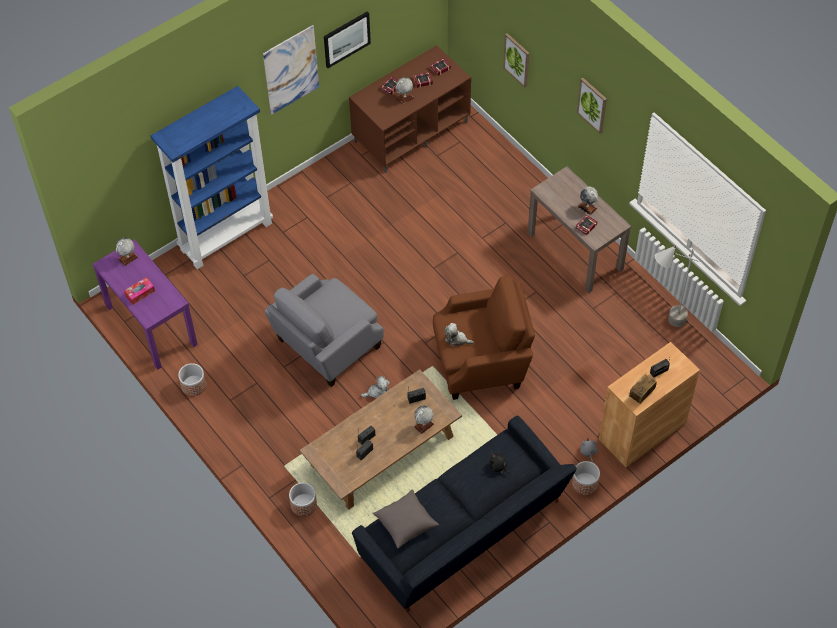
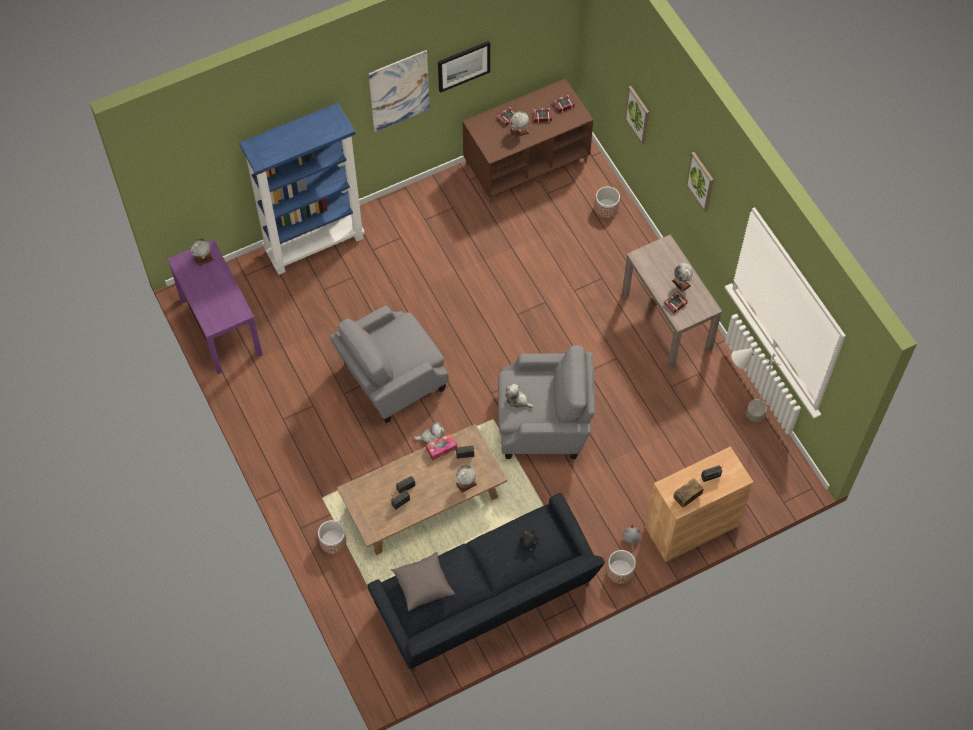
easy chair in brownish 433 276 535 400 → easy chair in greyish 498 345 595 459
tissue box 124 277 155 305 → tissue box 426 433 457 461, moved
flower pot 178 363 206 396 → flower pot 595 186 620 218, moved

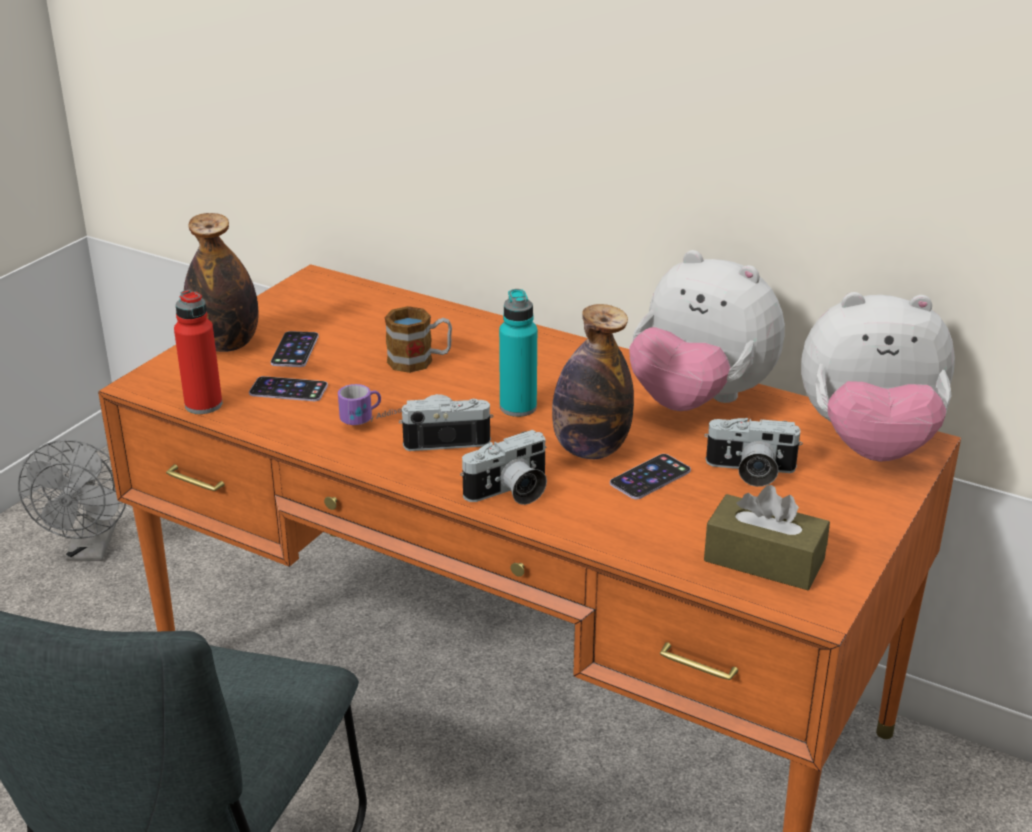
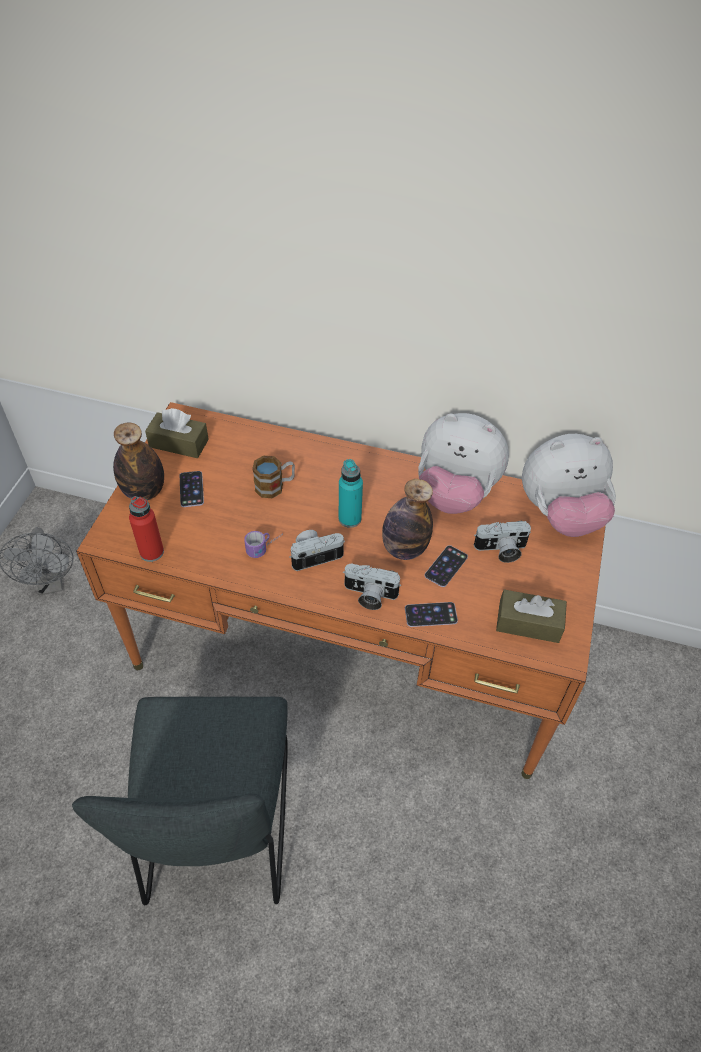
telephone 249 376 328 401 → telephone 405 602 458 627, moved
photo camera 460 430 547 505 → photo camera 343 563 402 610, 60 degrees clockwise
- → tissue box in brownish 145 408 209 458

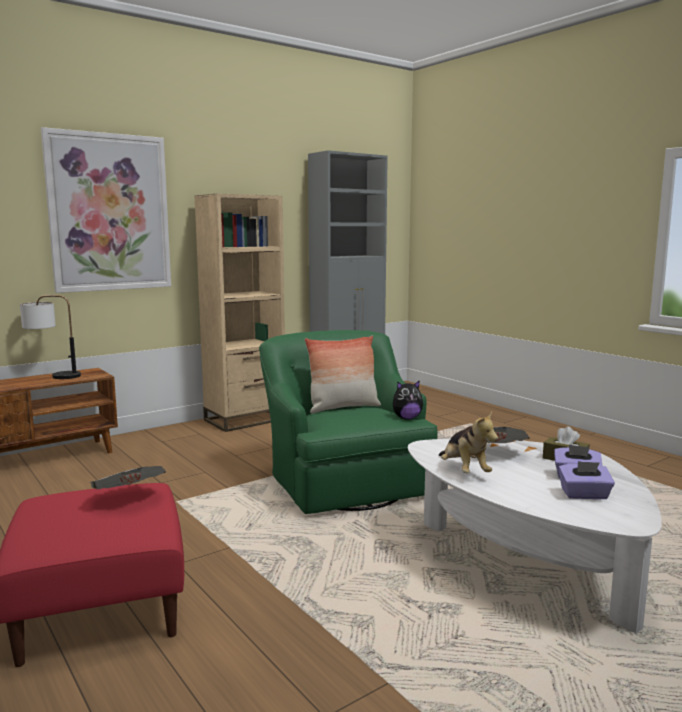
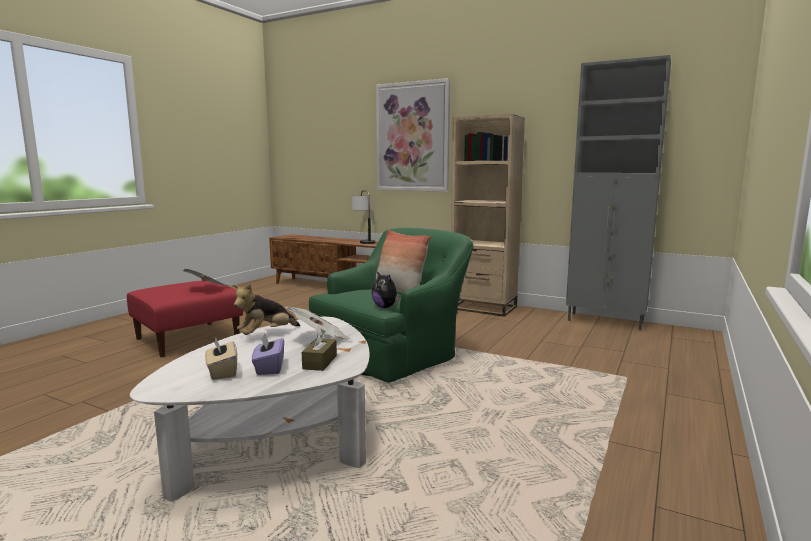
tissue box in purple-coloured 558 461 615 499 → tissue box in beige 205 336 237 380

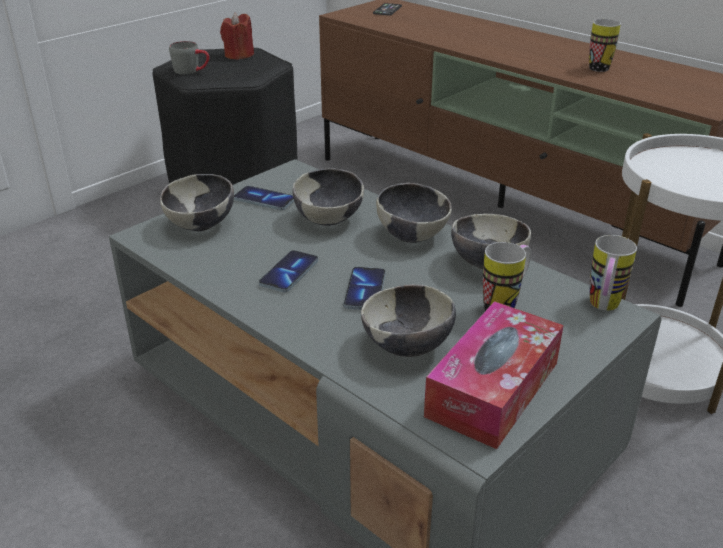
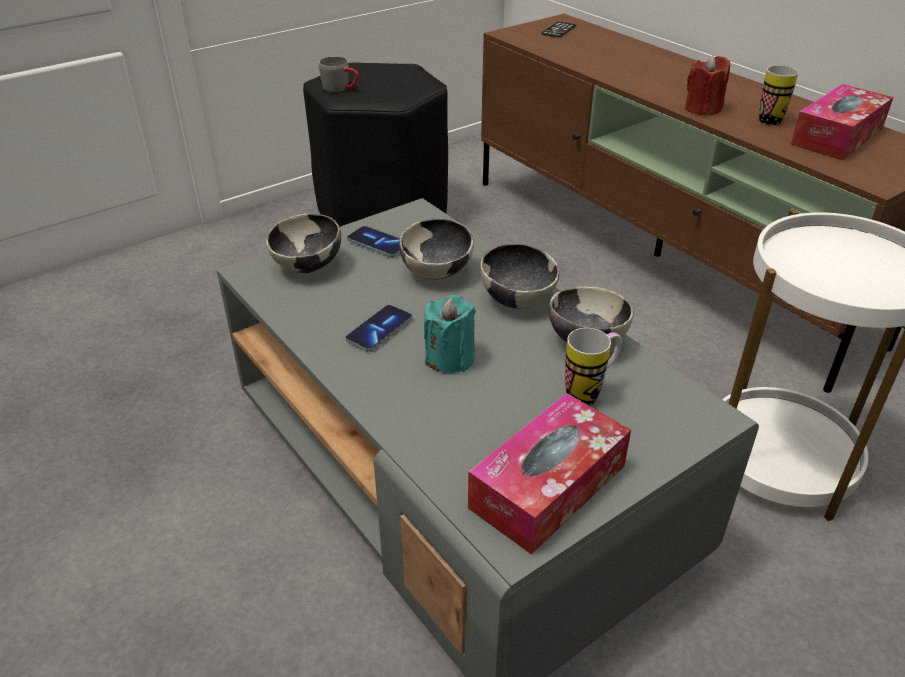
wax light in red 220 13 254 60 → wax light in red 685 55 730 116, moved
tea mug 590 235 637 311 → -
telephone 344 267 386 310 → wax light in blue-green 424 295 476 373
serving bowl 361 284 456 357 → -
- → tissue box 791 84 893 161

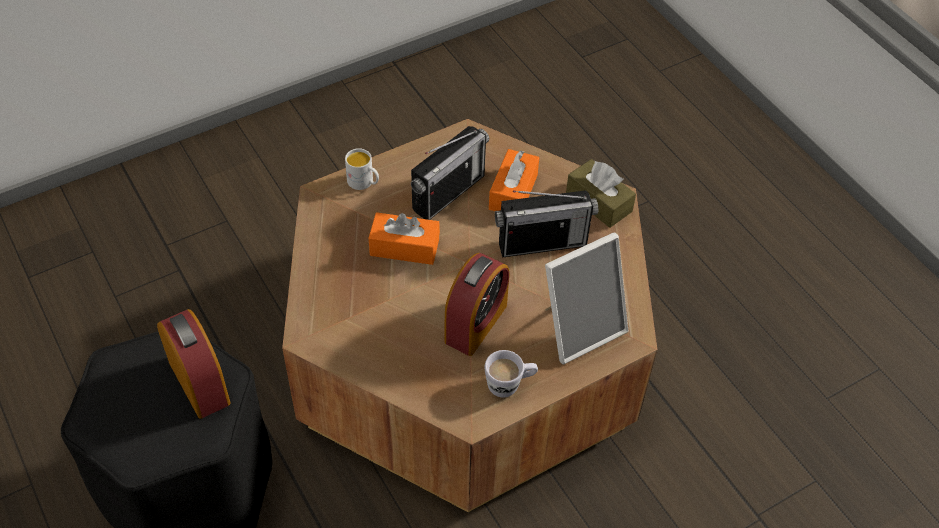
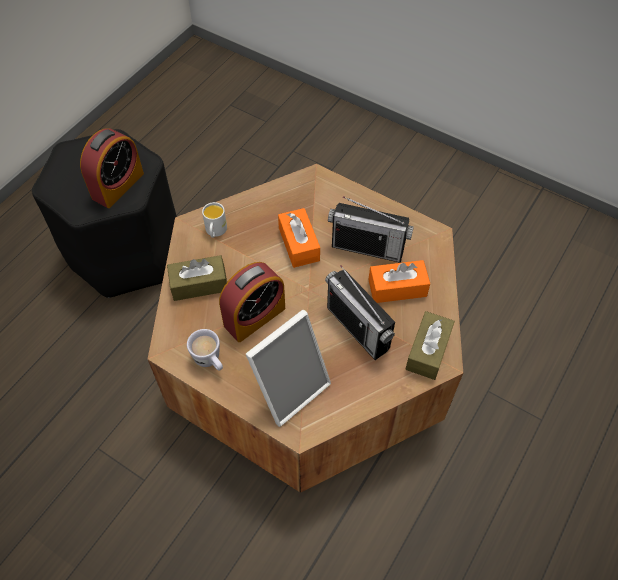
tea mug in whitish 345 148 379 190 → tea mug in whitish 202 202 227 238, moved
picture frame 545 232 628 364 → picture frame 246 310 331 427, 75 degrees counterclockwise
table clock 444 253 509 356 → table clock 219 262 285 342, 45 degrees counterclockwise
- → tissue box in brownish 167 255 227 301

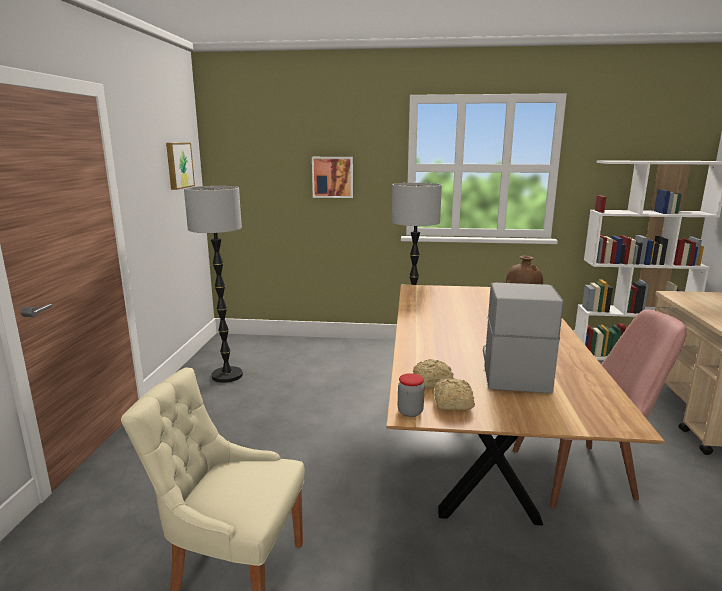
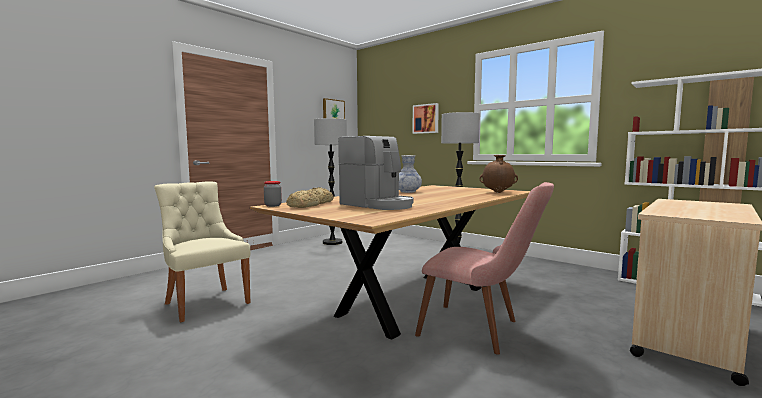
coffee brewer 483 283 563 393 → coffee brewer 338 136 414 210, 90 degrees clockwise
- → decorative vase 399 155 422 193

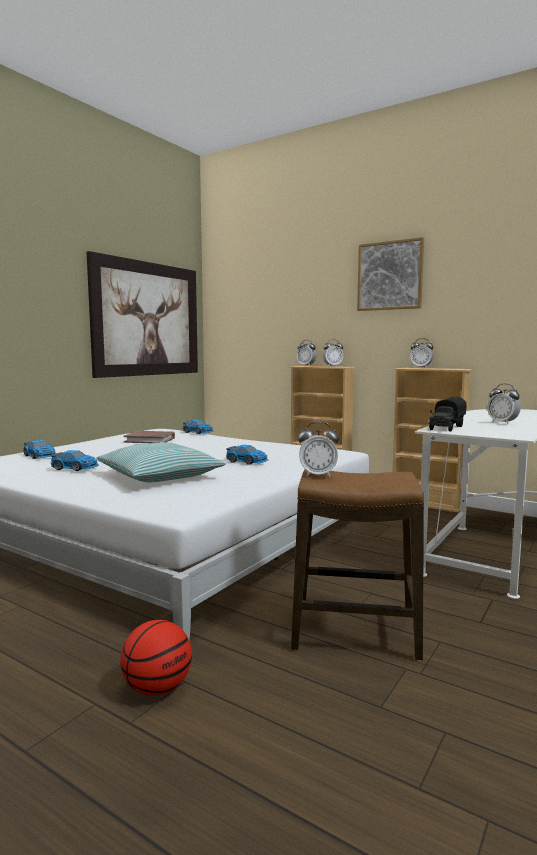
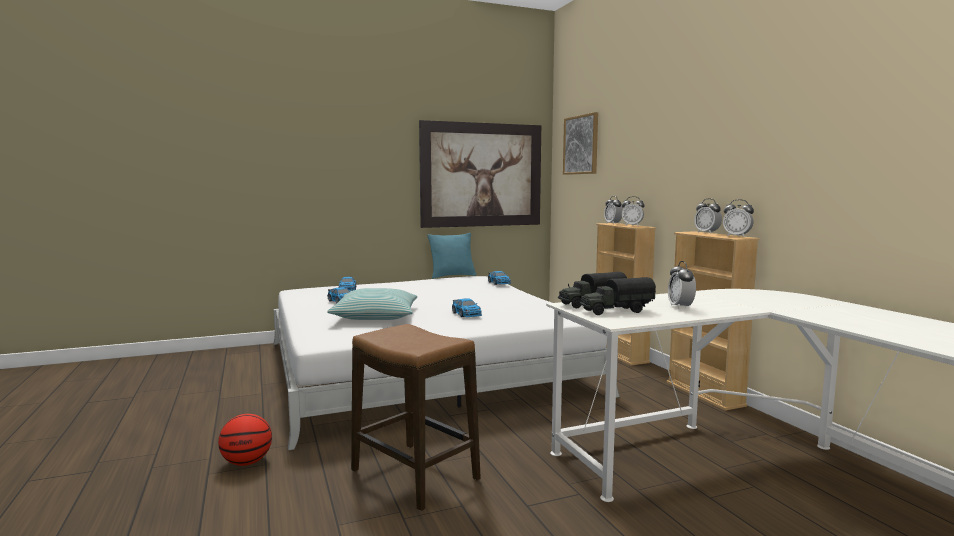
wall art 357 237 424 311 → wall art 563 112 598 175, moved
table clock 298 422 339 477 → table clock 723 199 754 237, moved
volume in brownish 124 431 175 443 → -
- → pillow in blue-green 428 233 476 279
- → model truck 580 277 656 315

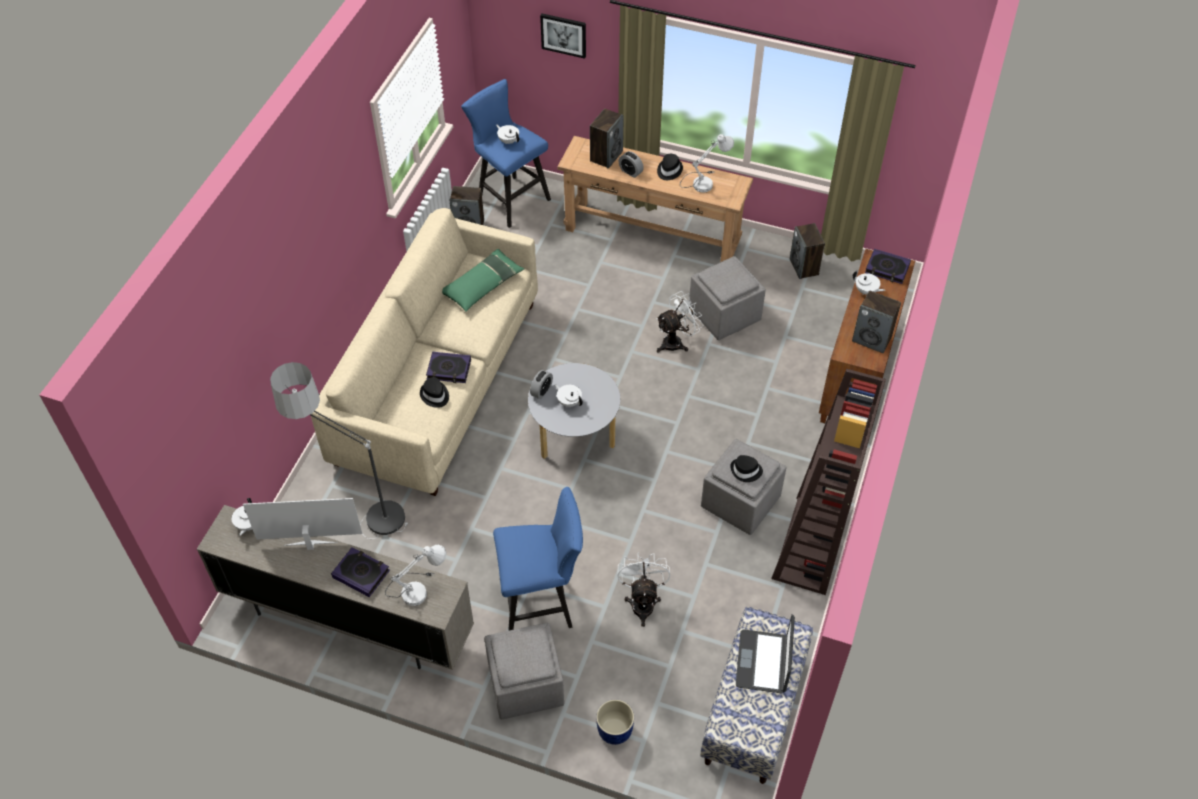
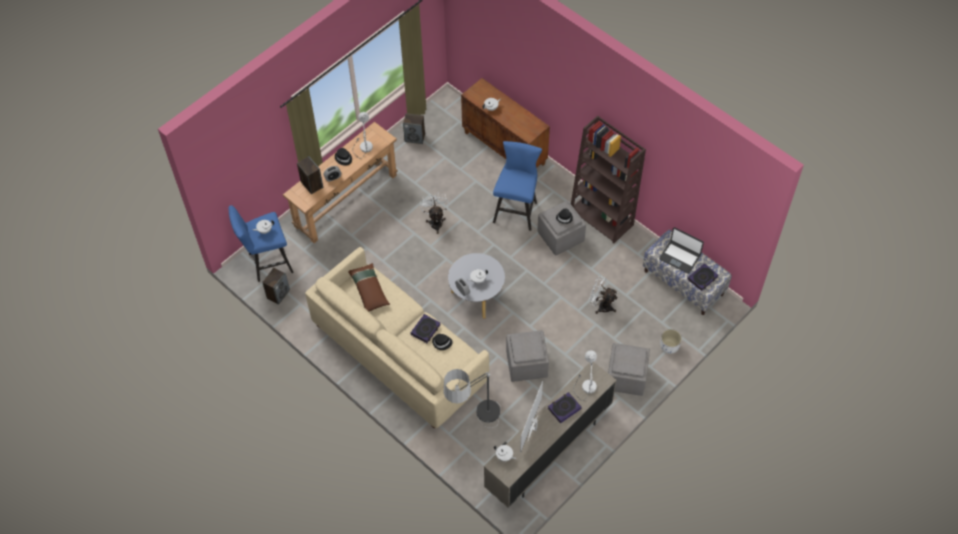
wall art 540 13 586 59 → -
pillow in green 442 249 525 312 → pillow in brownish 348 263 390 312
volume 865 249 911 284 → volume 687 263 718 291, moved
pouffe in greyish 689 256 766 340 → pouffe in greyish 506 330 549 382, moved
audio speaker 852 291 901 353 → -
sitting stool in blue-coloured 493 487 583 631 → sitting stool in blue-coloured 493 141 542 231, moved
flower pot in blue-coloured 596 700 634 745 → flower pot in whitish 660 329 682 354

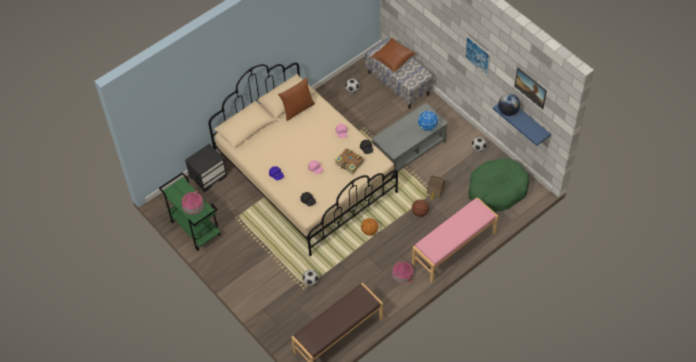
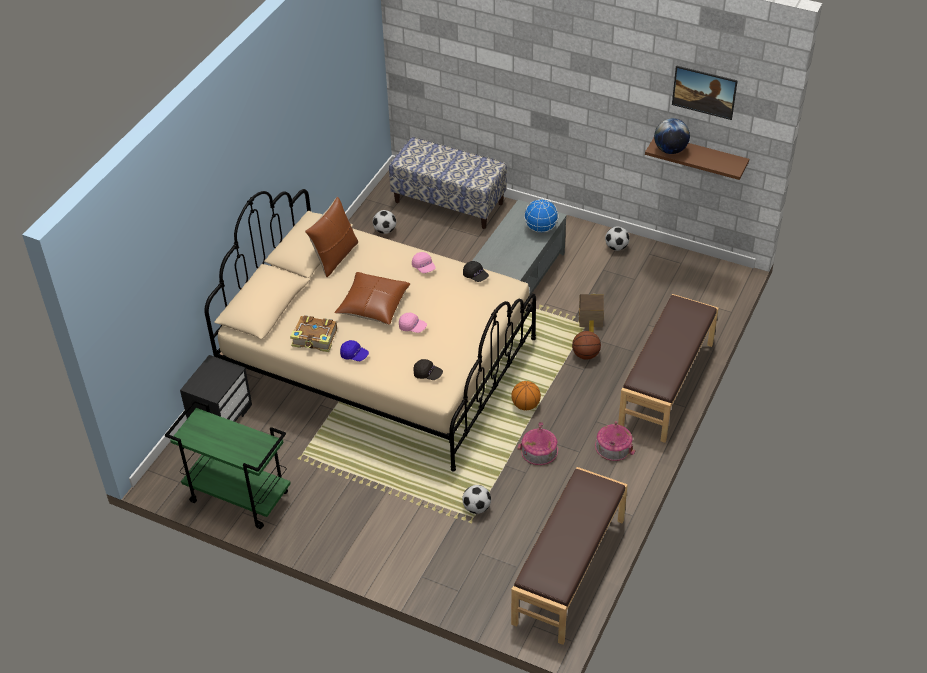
wall art 465 36 491 77 → -
pillow in brownish 370 38 416 73 → pillow in brownish 334 272 410 325, moved
shelf in blue-coloured 493 104 551 146 → shelf in brownish 645 138 749 180
volume 335 148 364 175 → volume 290 315 337 352, moved
pet bed in green 468 158 529 212 → -
toy house 182 190 204 214 → toy house 517 422 558 465, moved
indoor bench in pink-coloured 412 197 498 283 → indoor bench in brownish 618 294 719 443

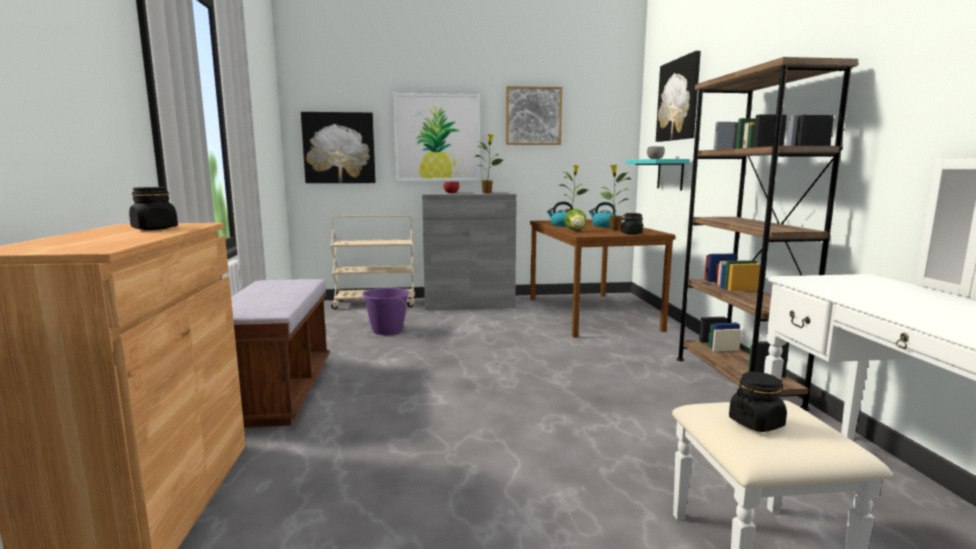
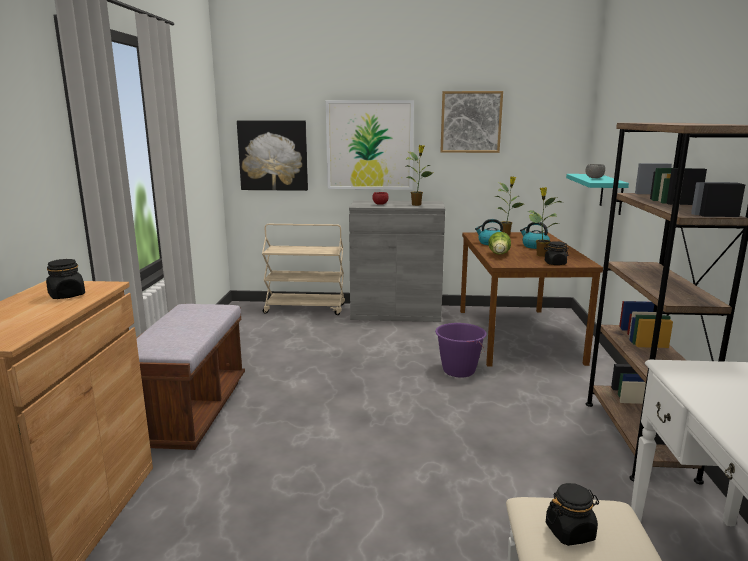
wall art 656 51 701 142 → -
water bucket in purple-coloured 362 288 410 335 → water bucket in purple-coloured 435 323 487 378, moved

